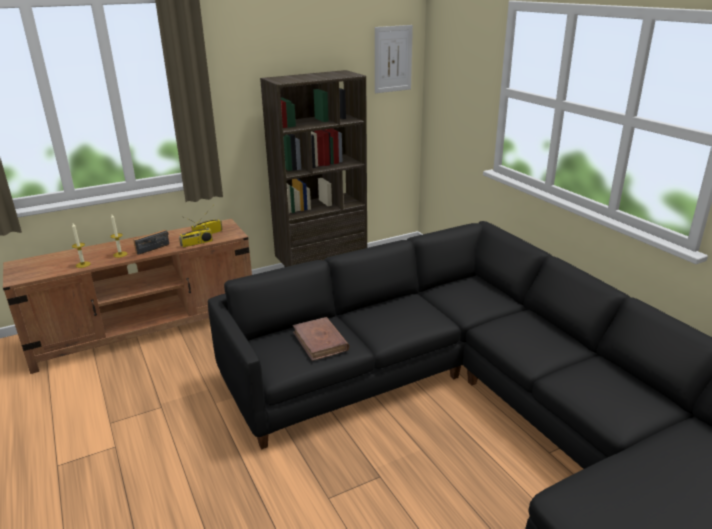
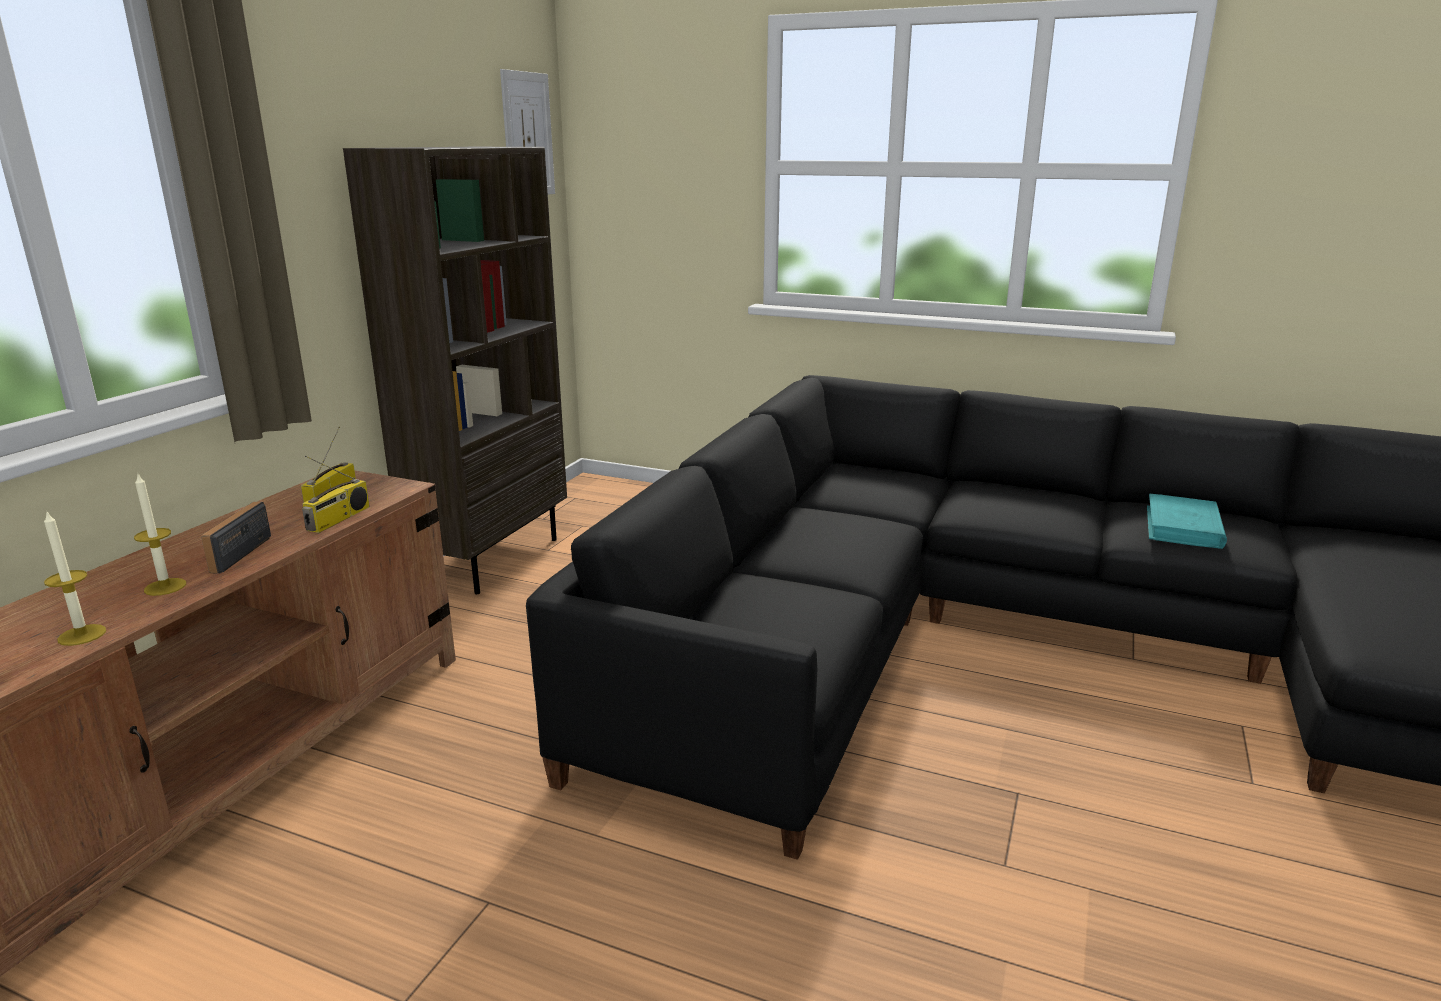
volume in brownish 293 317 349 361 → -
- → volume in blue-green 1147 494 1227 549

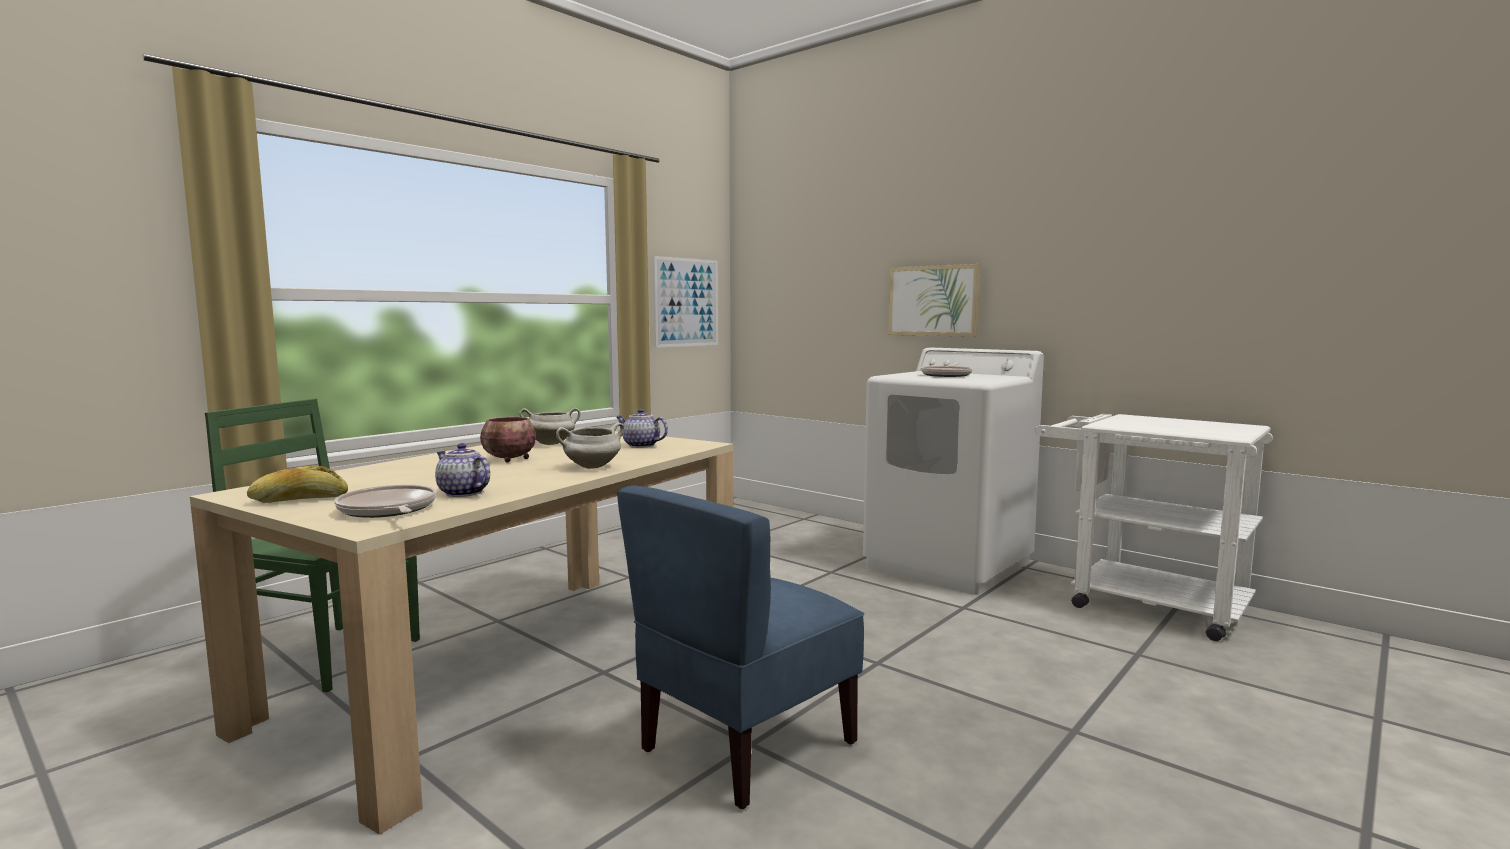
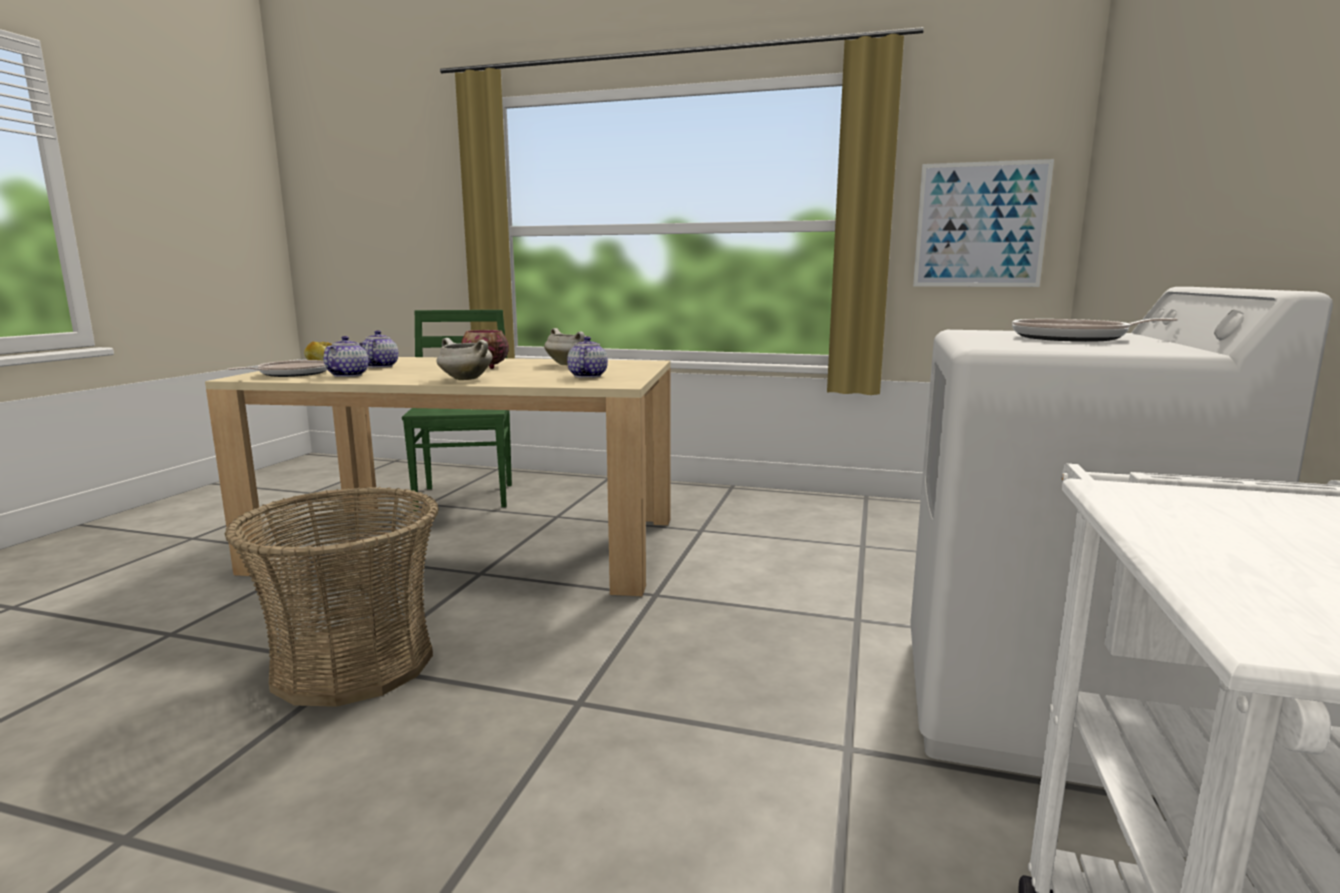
wall art 888 264 981 337 → -
upright chair in blue-coloured 617 485 864 809 → storage basket 224 487 439 707
- → teapot 362 330 398 368

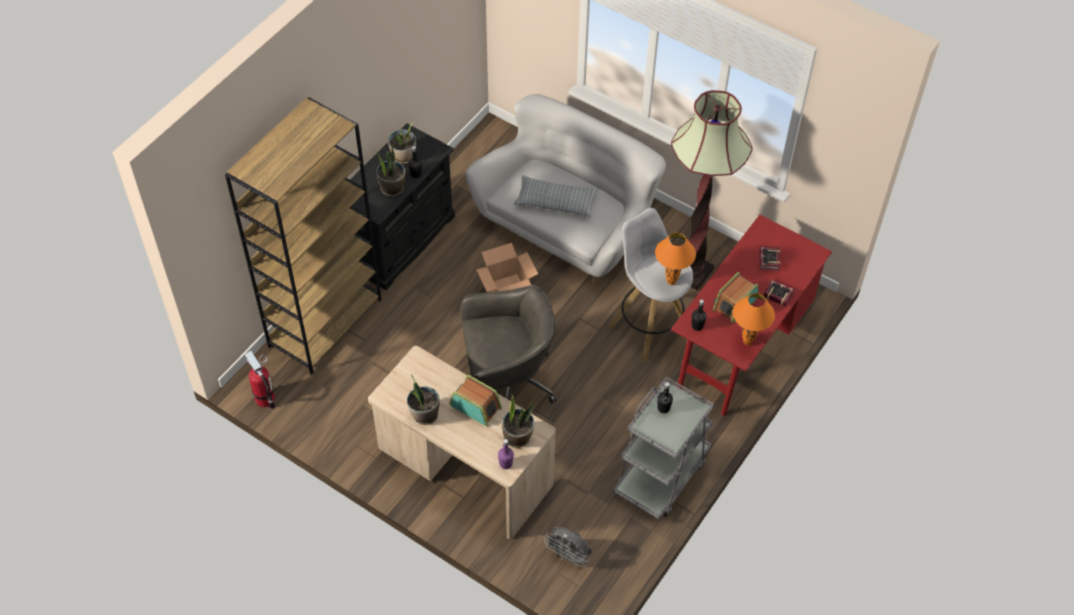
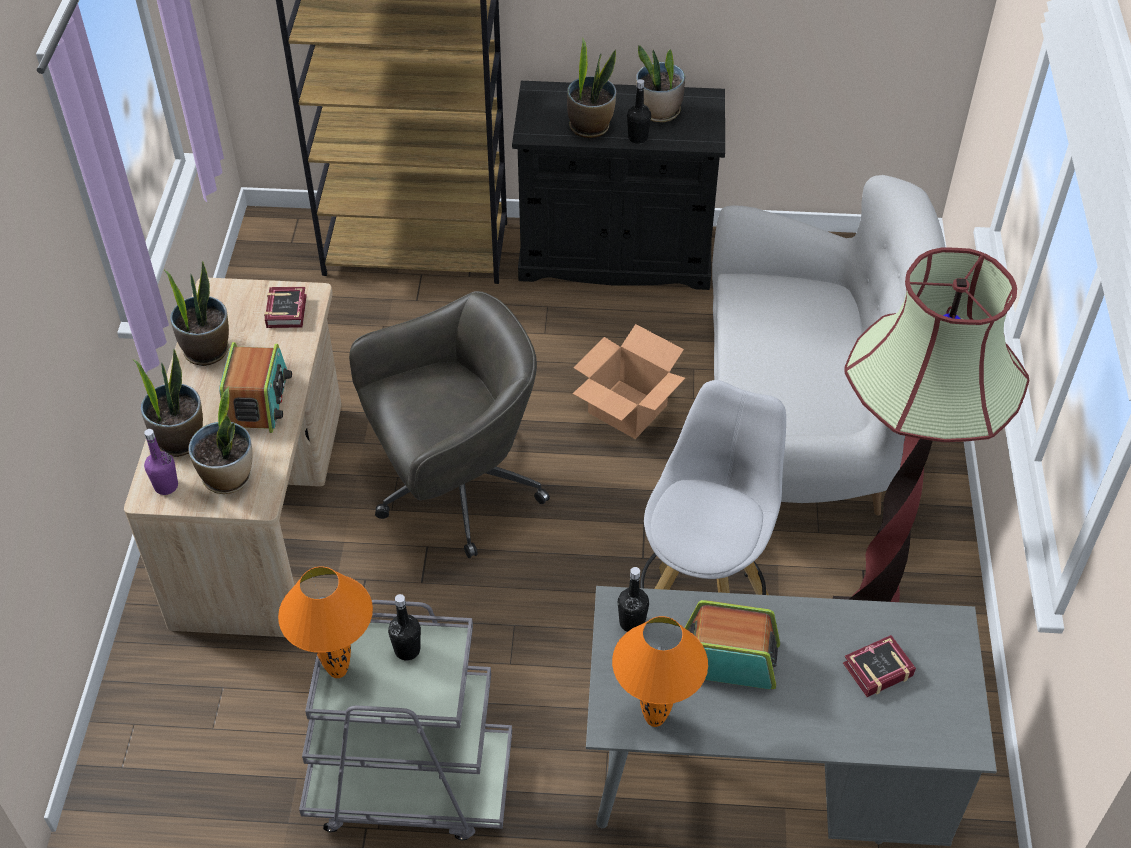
pillow 514 176 599 217 → -
desk in red 671 215 832 416 → desk in greyish 586 586 997 846
lamp for a table in orange 655 233 696 285 → lamp for a table in orange 278 567 373 678, moved
volume 763 279 795 307 → volume 264 287 307 328, moved
computer chair in greyish 461 285 556 403 → computer chair in greyish 349 291 550 558, 75 degrees counterclockwise
fire-fighting cylinder 245 351 275 409 → -
electric fan in greyish 544 527 591 568 → -
- → houseplant 133 349 203 457

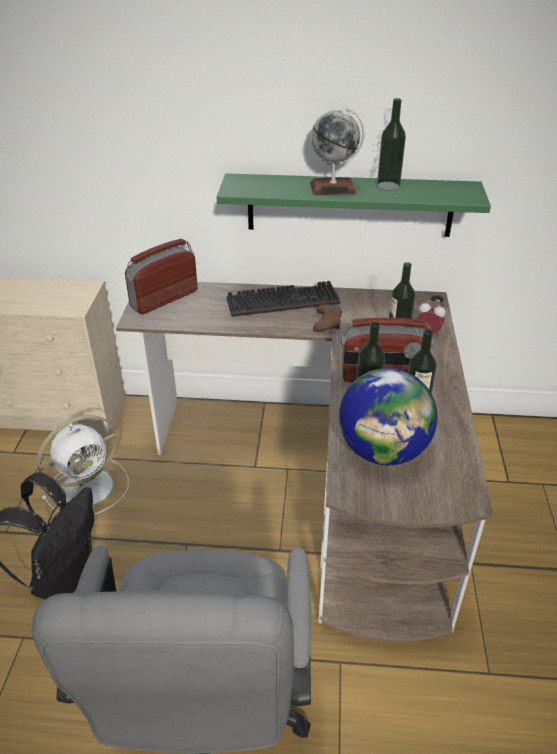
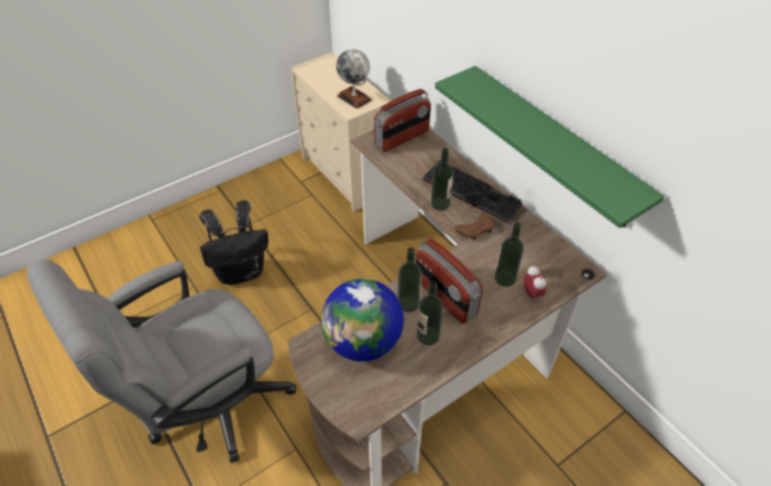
drink bottle 377 98 406 191 → drink bottle 431 147 454 211, moved
globe 310 108 365 195 → globe 336 49 372 109, moved
radio set 125 239 198 314 → radio set 374 89 431 152, 135 degrees clockwise
electric fan in whitish 37 415 129 515 → -

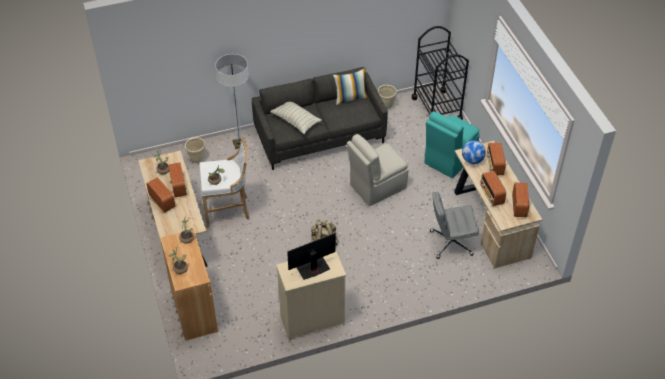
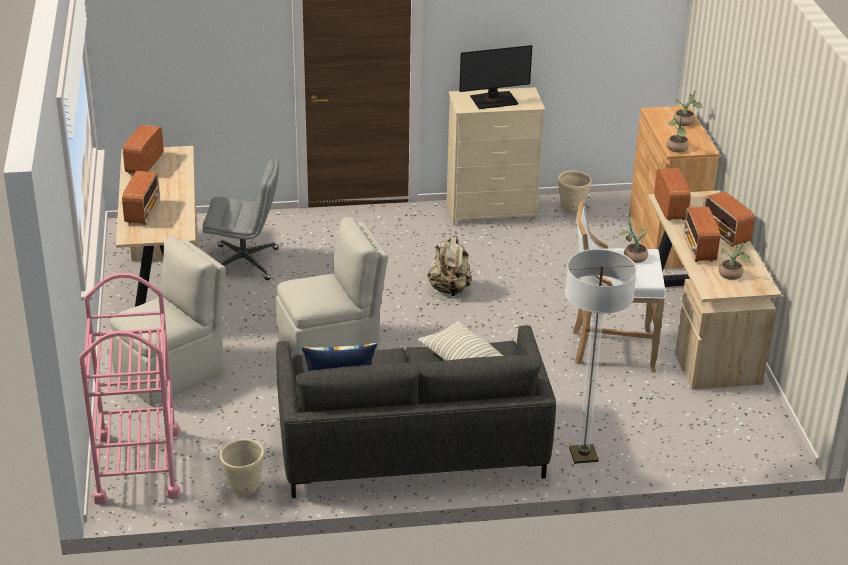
trolley in blackish 412 26 469 120 → trolley in pink-coloured 79 273 180 505
upright chair in blue-green 424 112 480 178 → upright chair in beige 109 236 226 406
flower pot in beige 185 137 205 163 → flower pot in beige 558 170 592 213, moved
globe 462 141 486 164 → -
radio set 480 171 506 206 → radio set 654 168 691 221, moved

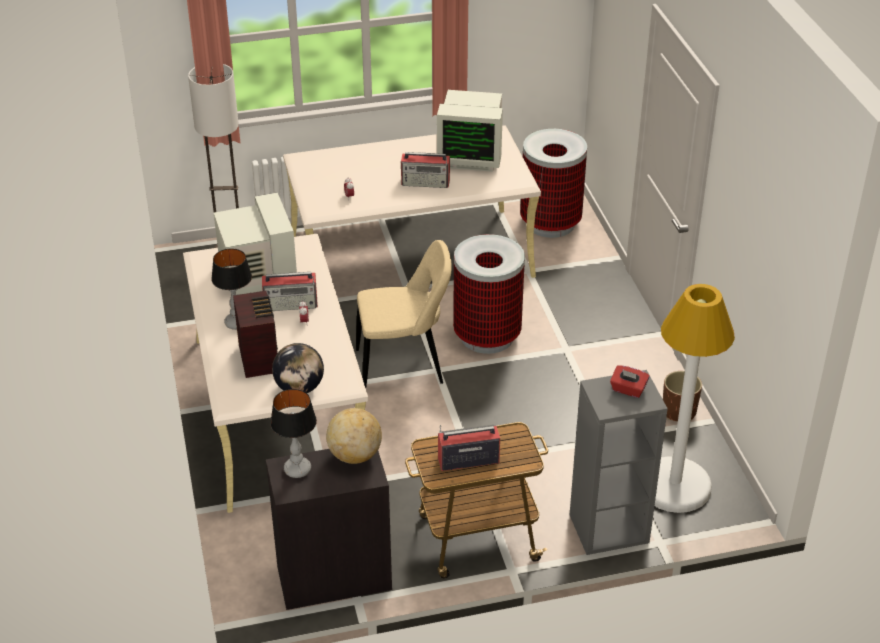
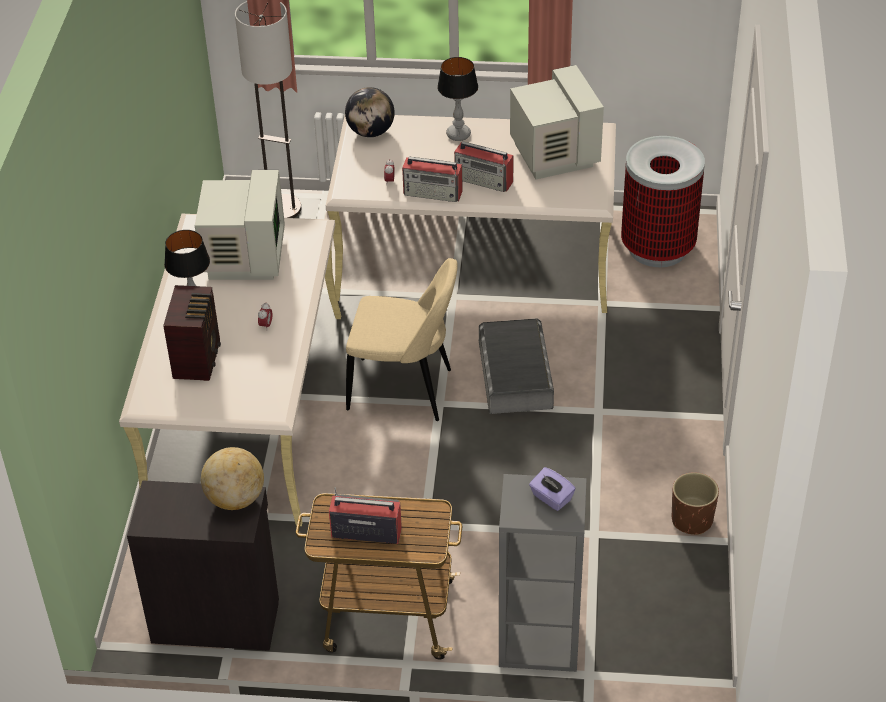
computer screen 437 90 503 172 → computer screen 510 65 604 179, 135 degrees counterclockwise
waste bin 453 234 525 354 → storage container in greyish 479 318 554 414
radio set 262 272 318 311 → radio set 402 157 463 202, moved
standard lamp in whitish 655 284 735 513 → -
globe 272 343 324 393 → globe 345 87 395 137, moved
tissue box in red 610 366 650 398 → tissue box in purple-coloured 529 467 576 511
lamp for a table 270 389 317 478 → lamp for a table 437 57 478 141, moved

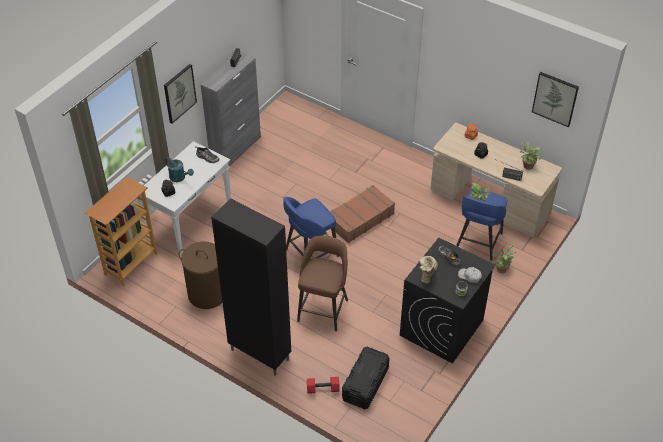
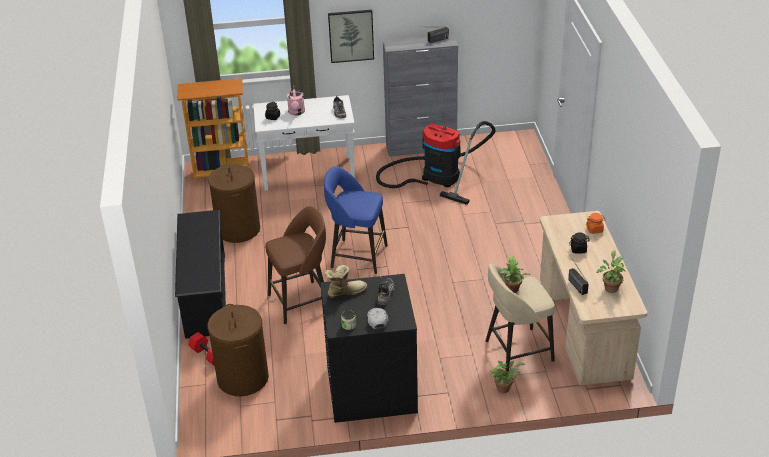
wall art 532 72 579 127 → -
watering can in blue-green 165 157 194 182 → watering can in pink-coloured 287 86 305 116
piece of luggage in brownish 330 185 395 243 → -
sitting stool in blue-coloured 456 189 507 261 → sitting stool in beige 485 264 555 372
cabinet in blackish 211 198 291 376 → shoe shelf in blackish 175 210 226 339
storage container in blackish 342 347 390 409 → washing basket in brownish 207 304 269 396
- → vacuum cleaner 376 121 495 205

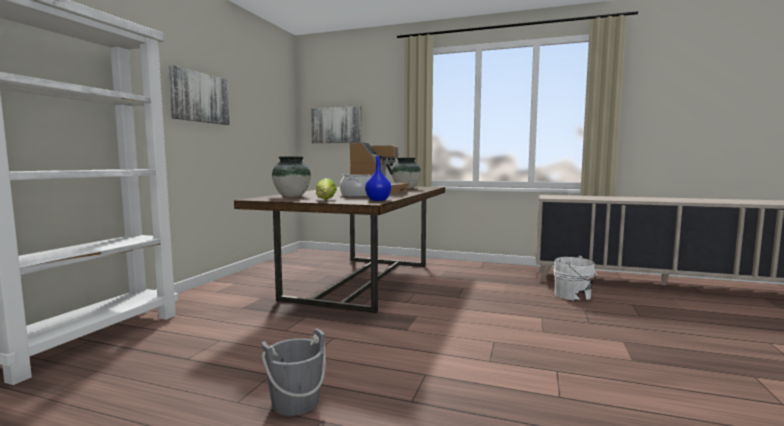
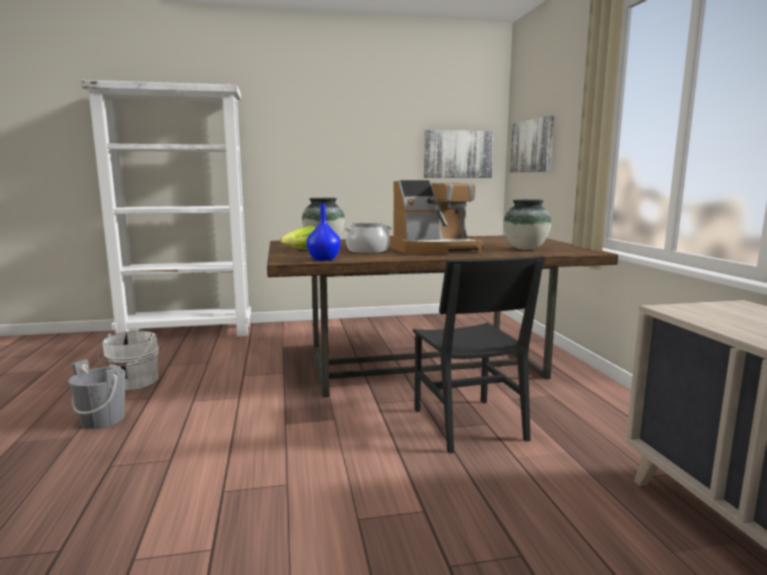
wall art 169 65 230 125 → wall art 424 130 494 178, moved
water bucket in whitish 553 256 597 301 → water bucket in whitish 98 331 159 390, moved
- → upright chair in blackish 413 255 545 454

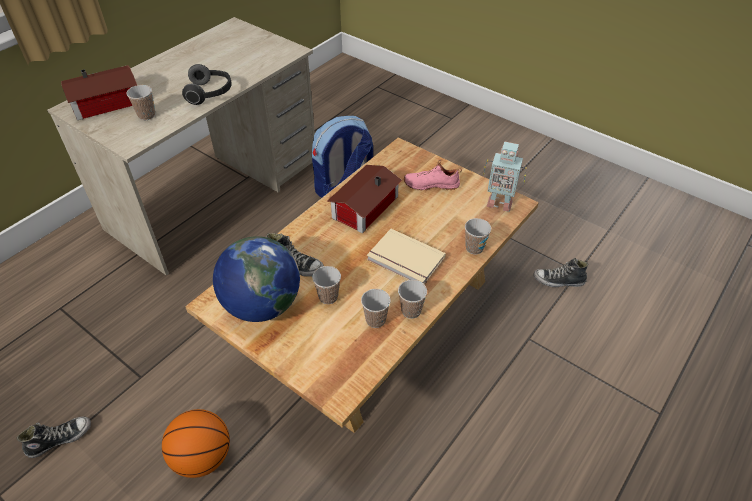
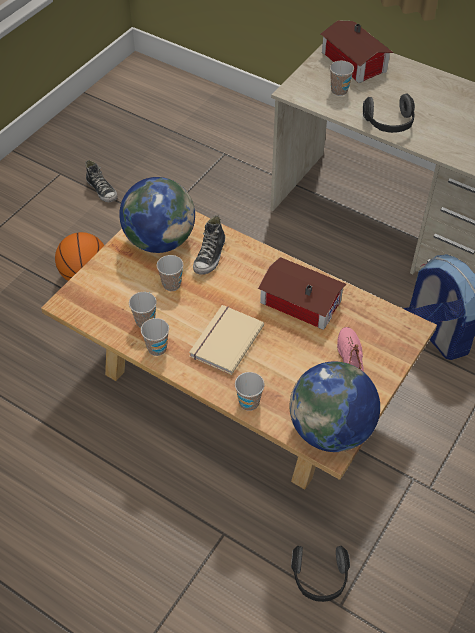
robot figure 483 141 527 212 → globe 290 361 380 452
shoe 533 258 588 287 → headphones 291 546 350 602

